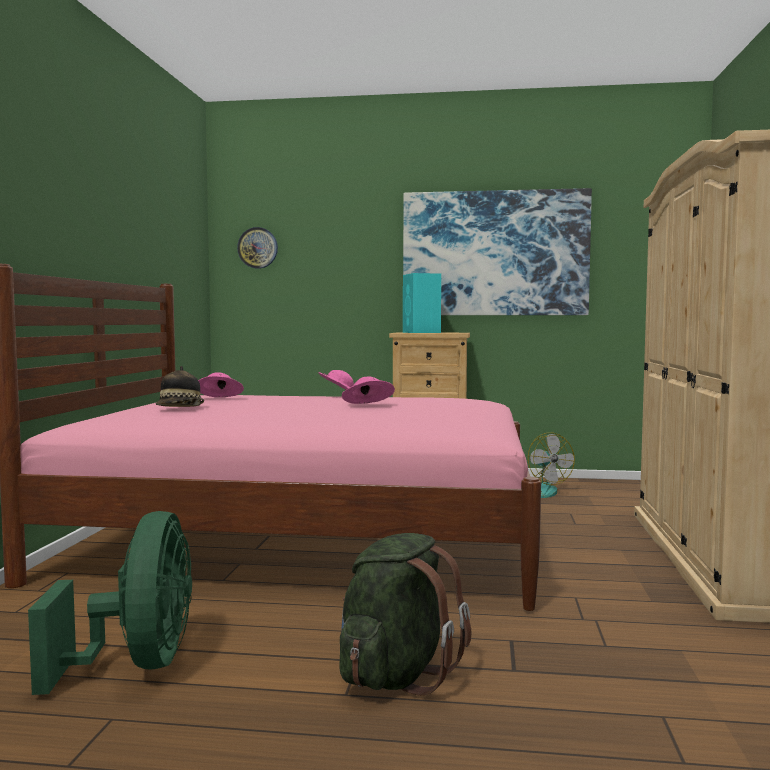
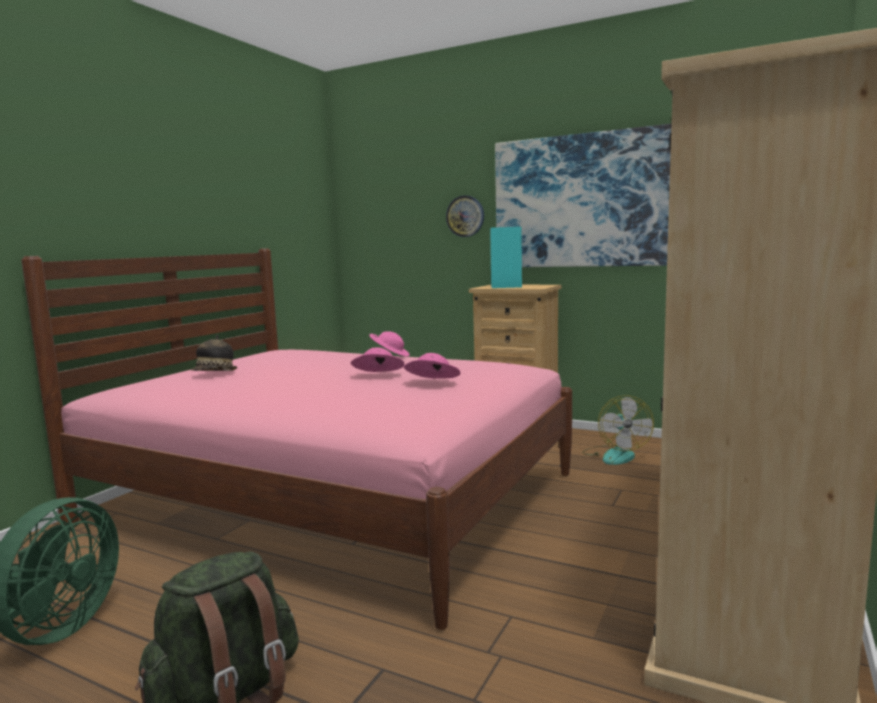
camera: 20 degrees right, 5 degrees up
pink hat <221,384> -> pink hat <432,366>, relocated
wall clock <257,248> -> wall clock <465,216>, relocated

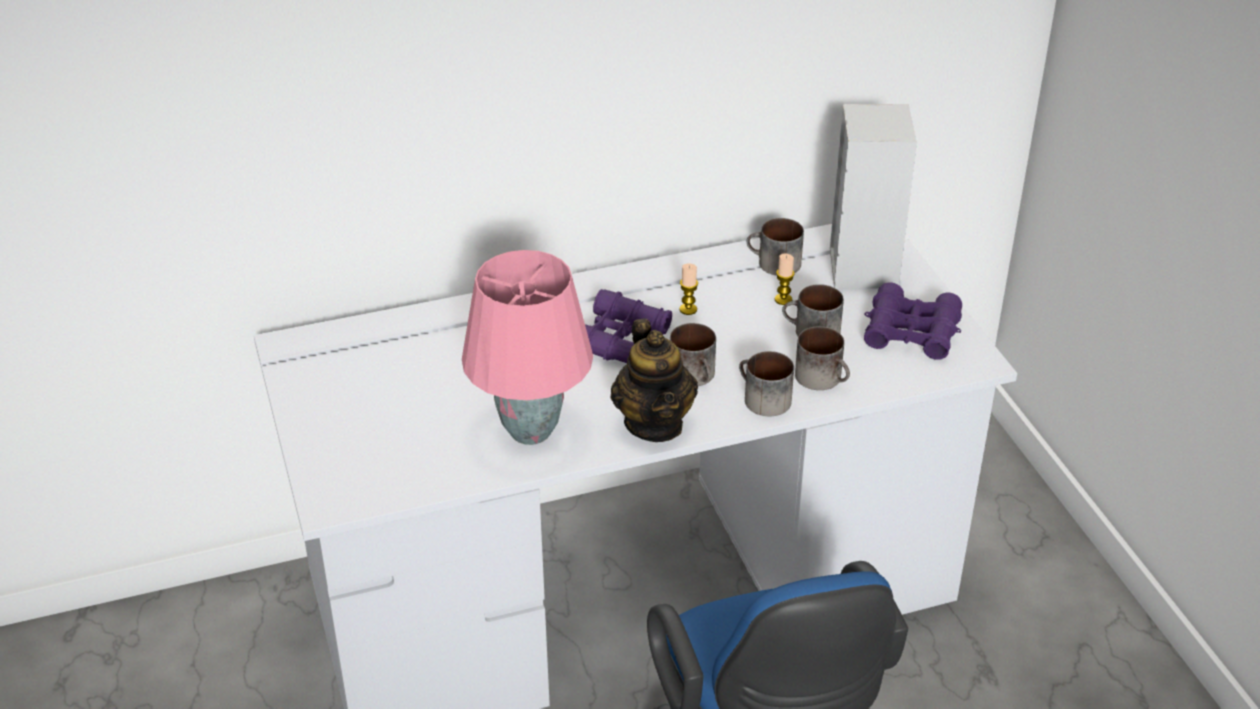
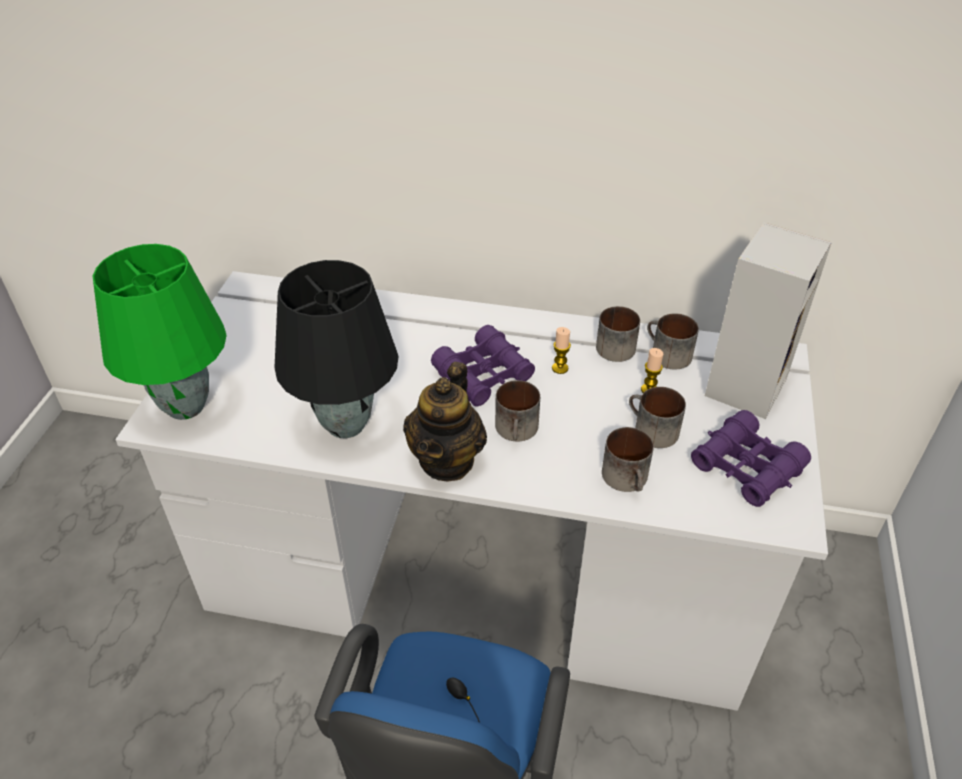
camera: 30 degrees right, 5 degrees up
none -> green table lamp <160,332>
pink table lamp <527,347> -> black table lamp <337,349>
mug <766,383> -> mug <618,334>, relocated

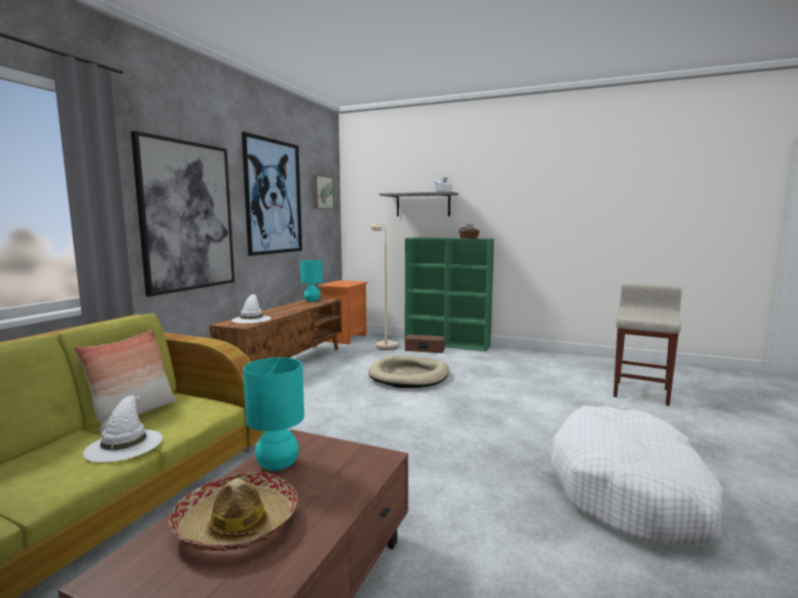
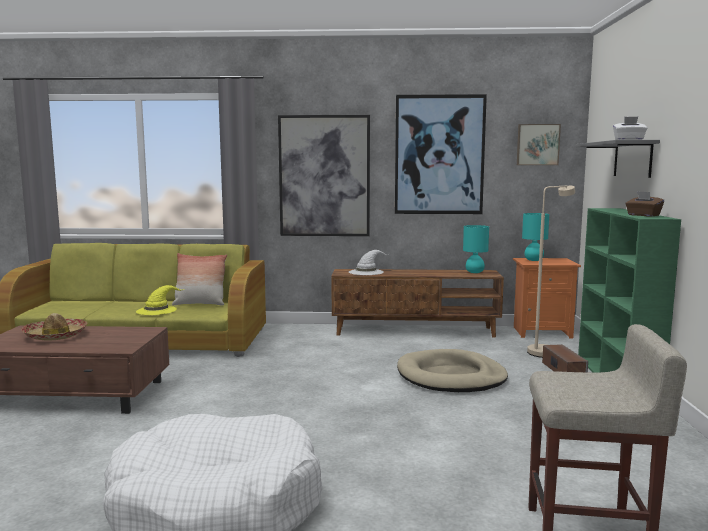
camera: 70 degrees right, 0 degrees up
white hat <123,429> -> yellow hat <160,300>
turquoise table lamp <273,414> -> turquoise table lamp <535,237>, relocated

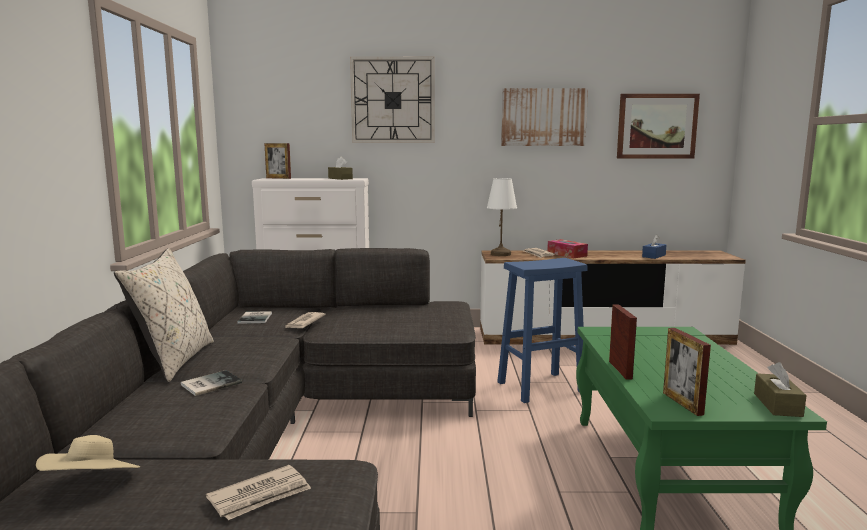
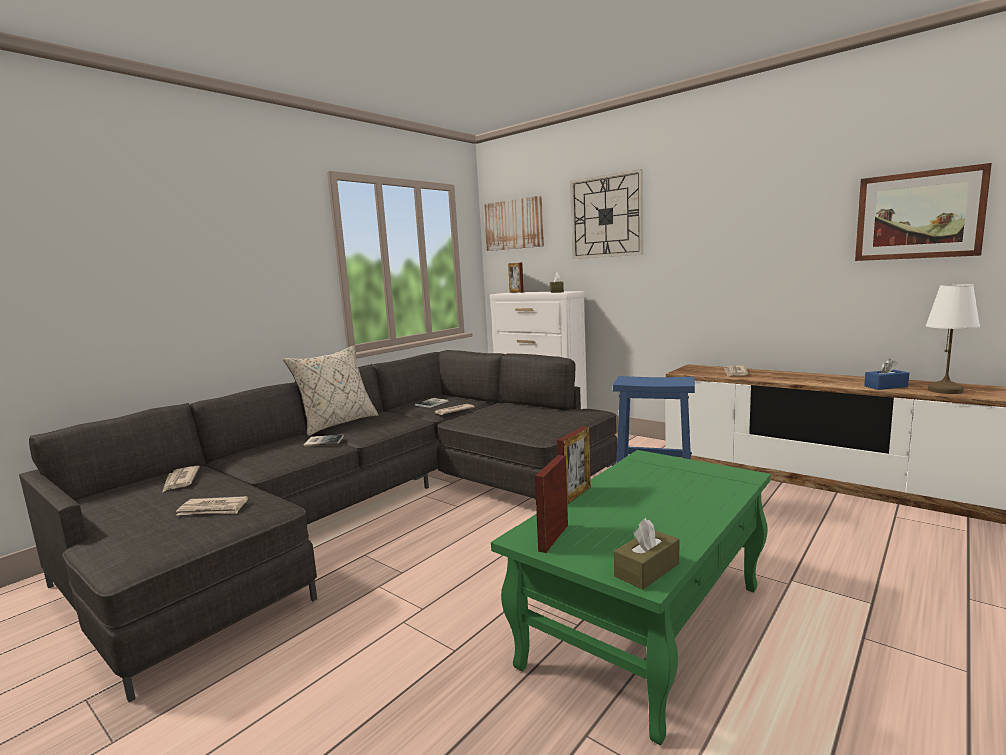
camera: 40 degrees right, 0 degrees up
beige hat <88,453> -> newspaper <181,479>
picture <544,117> -> picture <514,223>, relocated
white table lamp <502,217> -> white table lamp <953,339>, relocated
tissue box <567,248> -> none

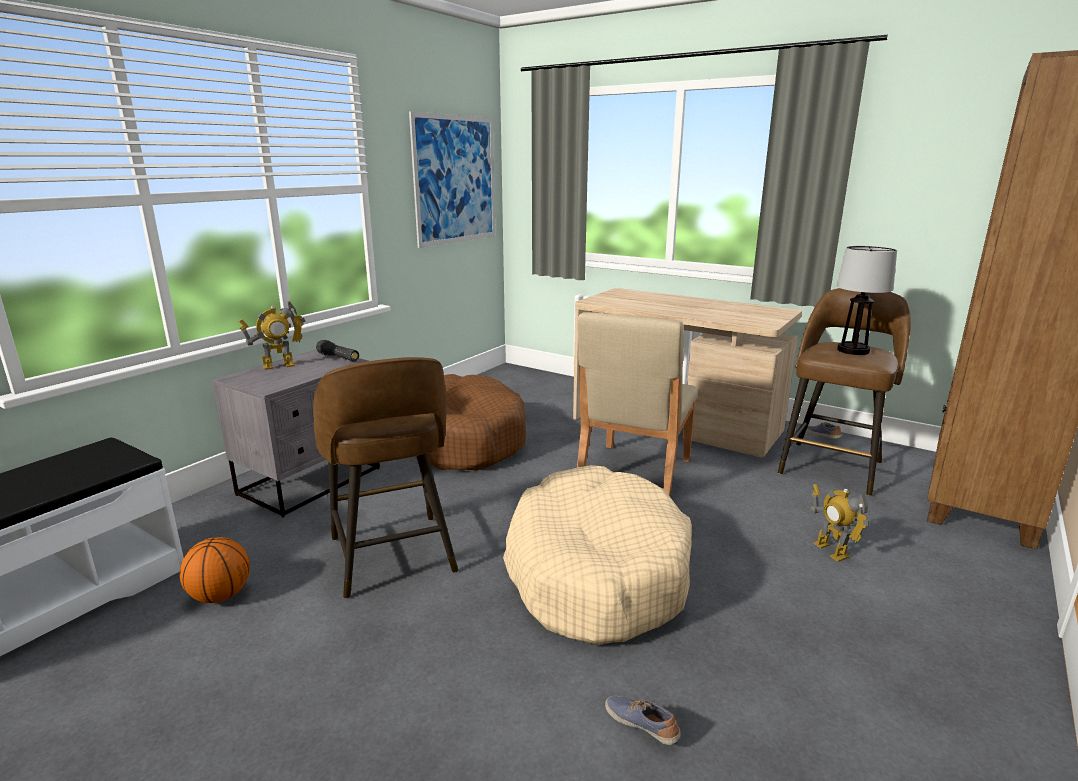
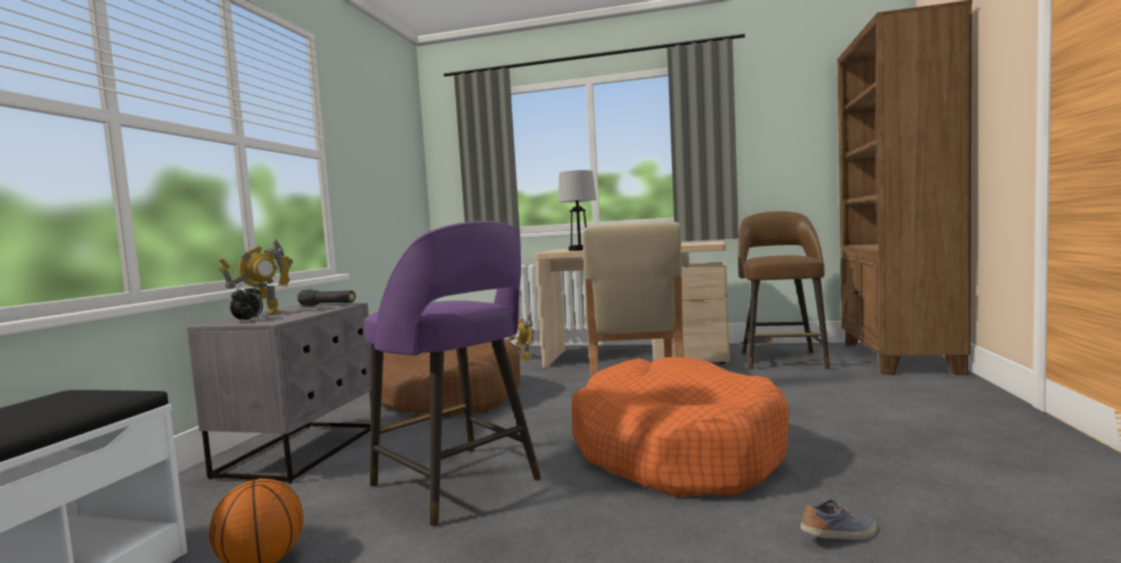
camera: 20 degrees left, 15 degrees down
none -> alarm clock <246,303>
brown stool <385,478> -> purple stool <452,374>
toy robot <839,523> -> toy robot <521,338>, relocated
table lamp <867,300> -> table lamp <577,210>, relocated
beige dog bed <597,555> -> orange dog bed <680,427>
shoe <643,720> -> shoe <838,520>, 135 degrees clockwise
picture <452,180> -> none

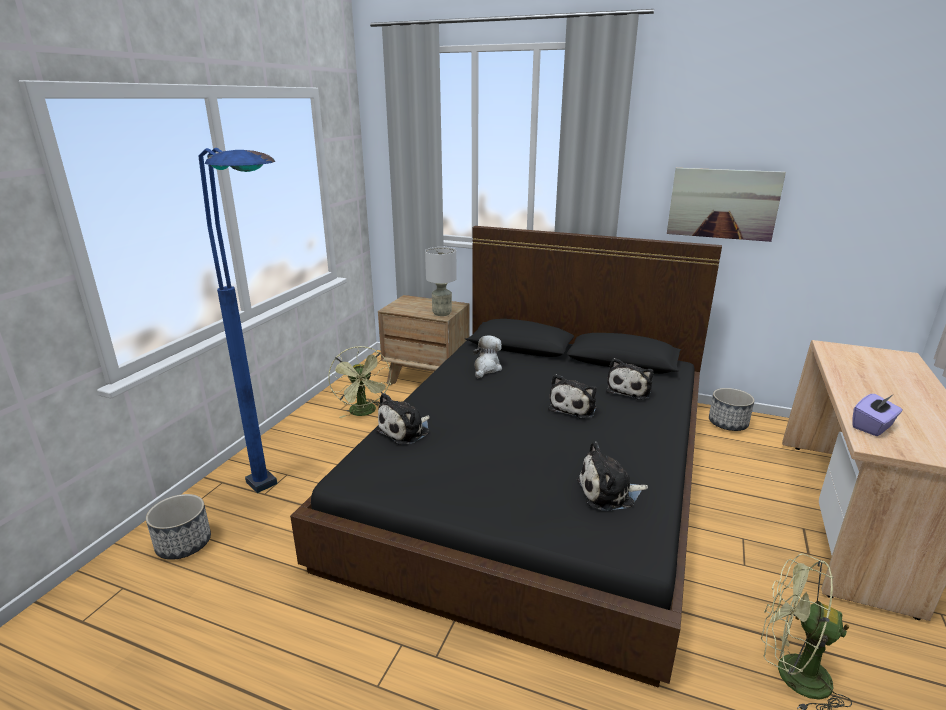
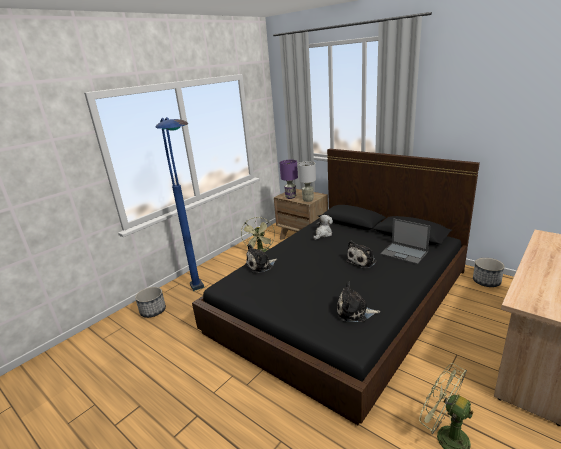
camera: 20 degrees right, 0 degrees up
none -> purple table lamp <288,179>
plush toy <630,379> -> laptop <405,241>
picture <726,205> -> none
purple tissue box <877,415> -> none

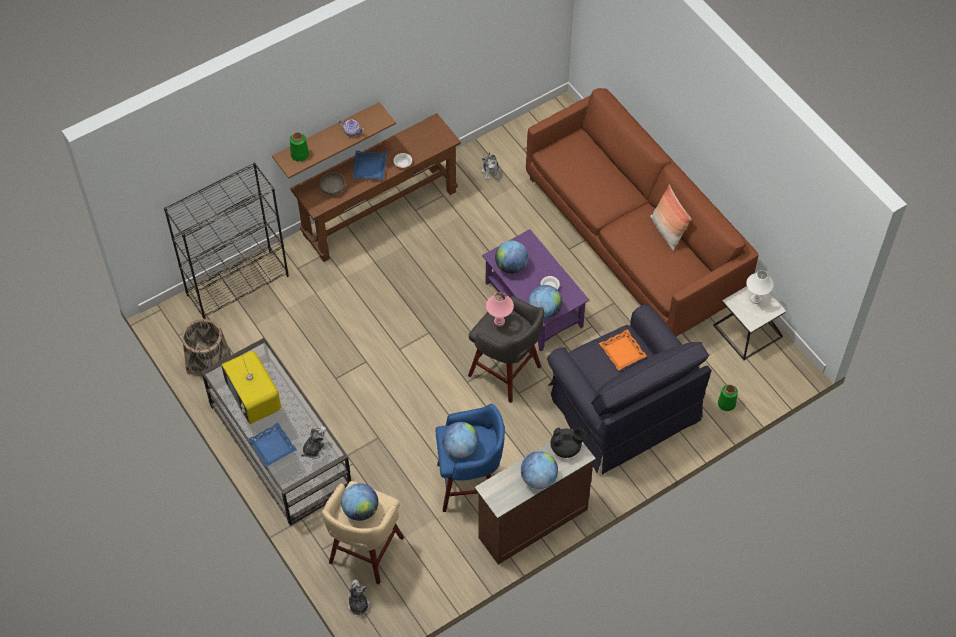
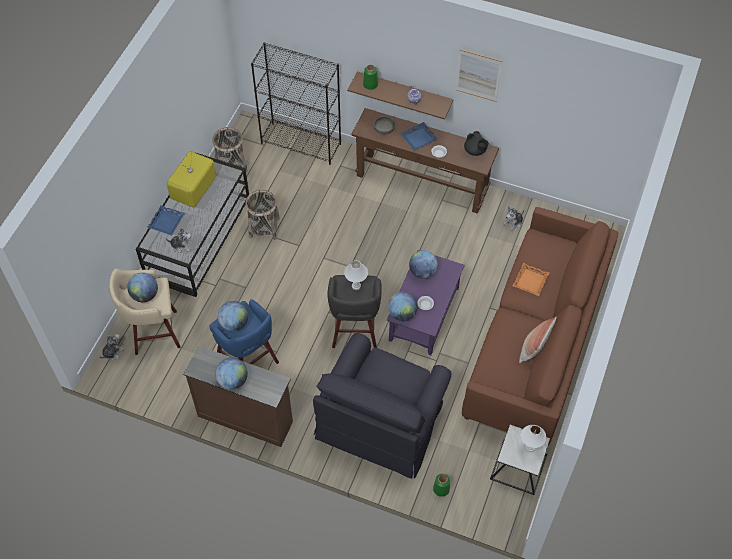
camera: 55 degrees right, 0 degrees up
none -> basket <262,215>
pink table lamp <500,309> -> white table lamp <356,275>
none -> picture <478,75>
black teapot <568,442> -> black teapot <476,143>, relocated
orange tray <623,350> -> orange tray <531,279>, relocated

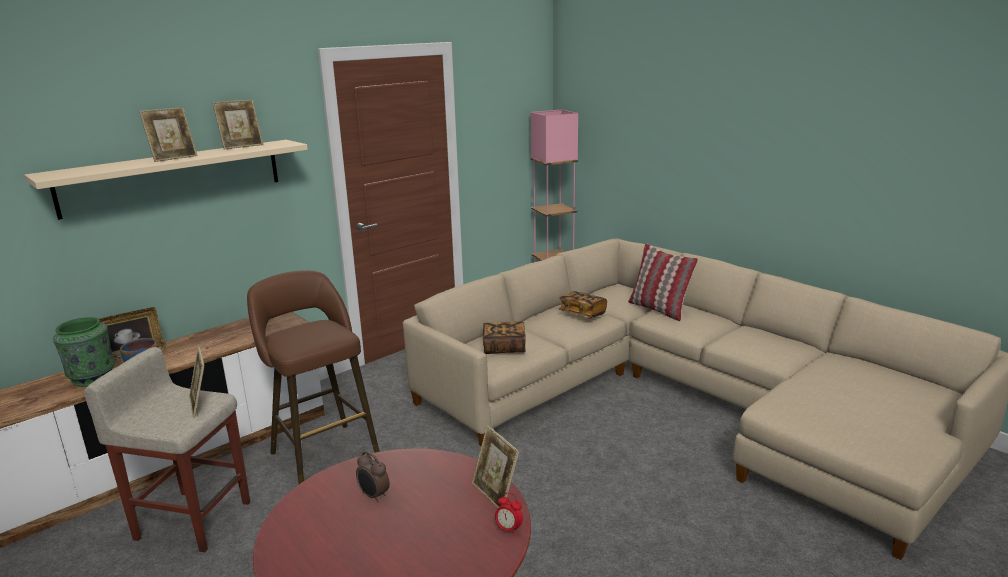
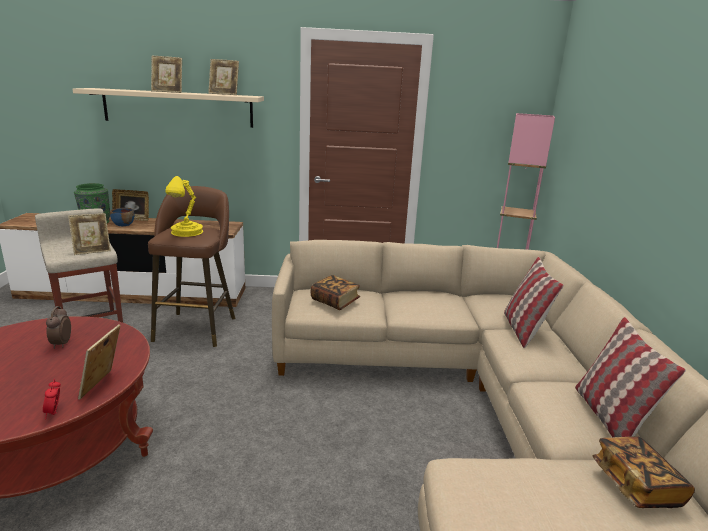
camera: 40 degrees right, 0 degrees up
picture frame <197,382> -> picture frame <89,234>, 135 degrees counterclockwise
none -> yellow table lamp <184,206>
none -> pillow <630,377>
book <583,305> -> book <644,472>, relocated

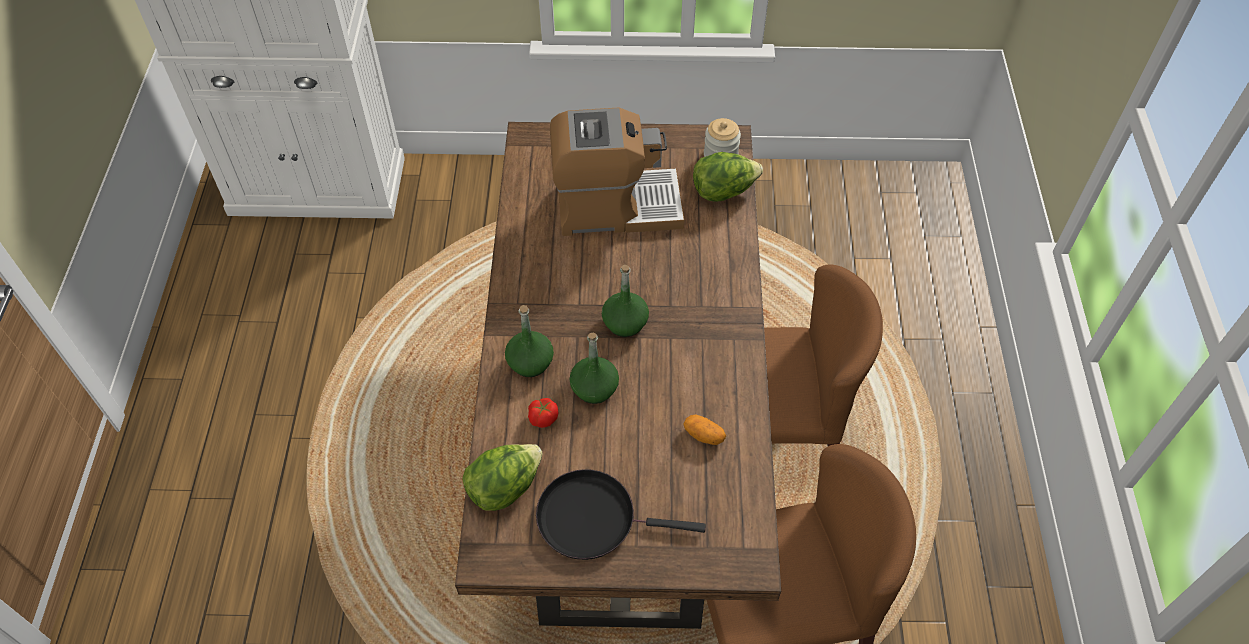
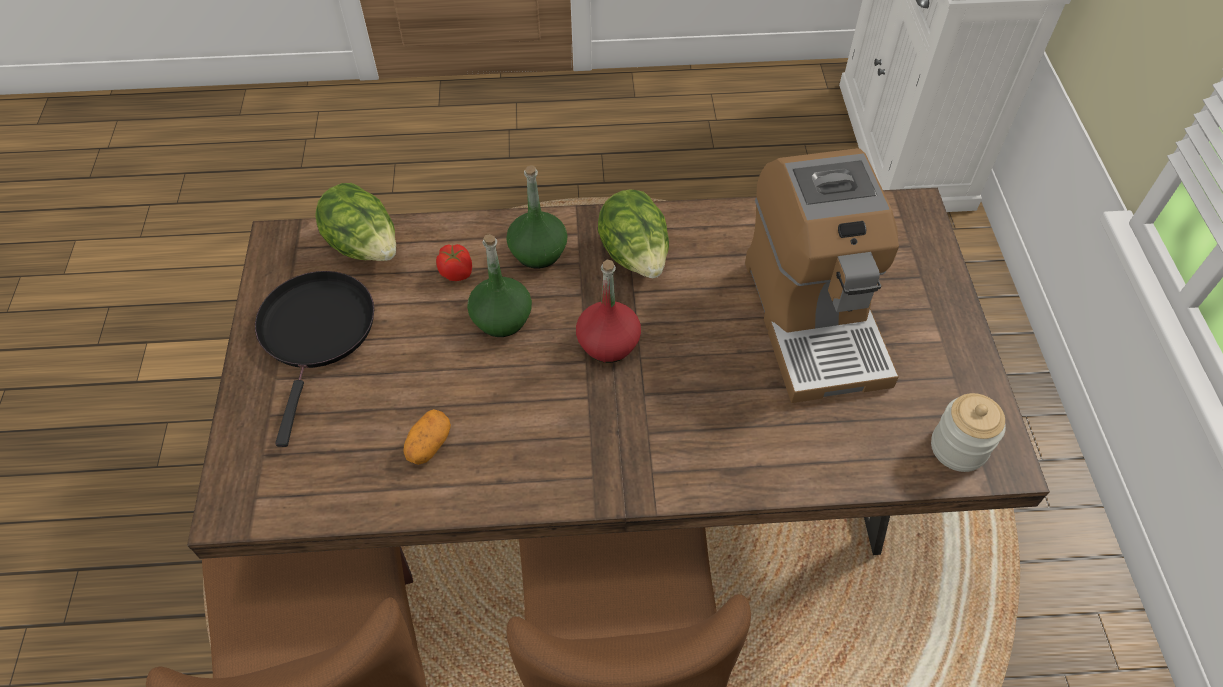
camera: 85 degrees right, 0 degrees up
green bottle <625,301> -> red bottle <608,311>
lettuce <728,177> -> lettuce <633,234>, relocated

